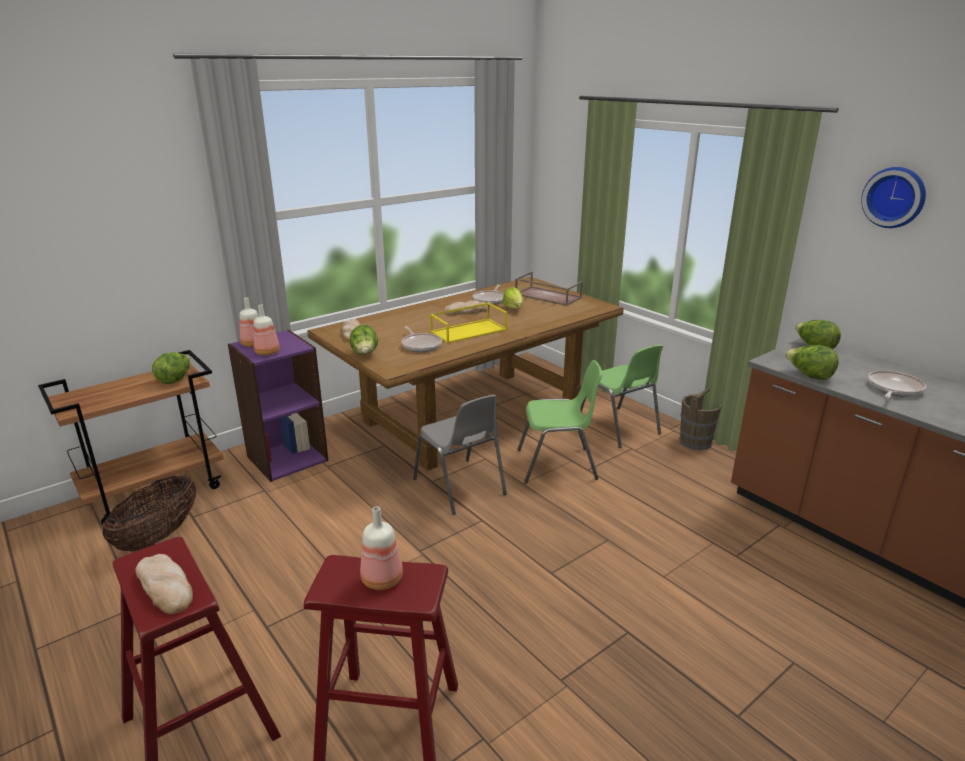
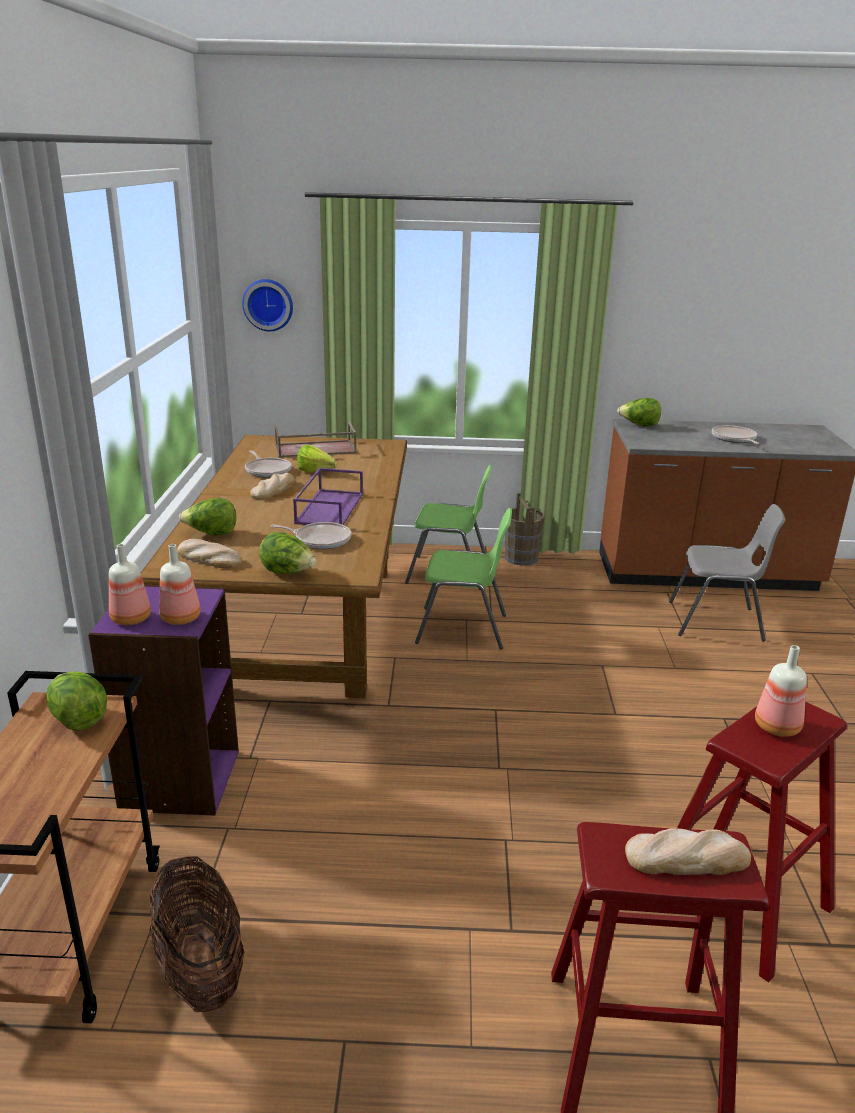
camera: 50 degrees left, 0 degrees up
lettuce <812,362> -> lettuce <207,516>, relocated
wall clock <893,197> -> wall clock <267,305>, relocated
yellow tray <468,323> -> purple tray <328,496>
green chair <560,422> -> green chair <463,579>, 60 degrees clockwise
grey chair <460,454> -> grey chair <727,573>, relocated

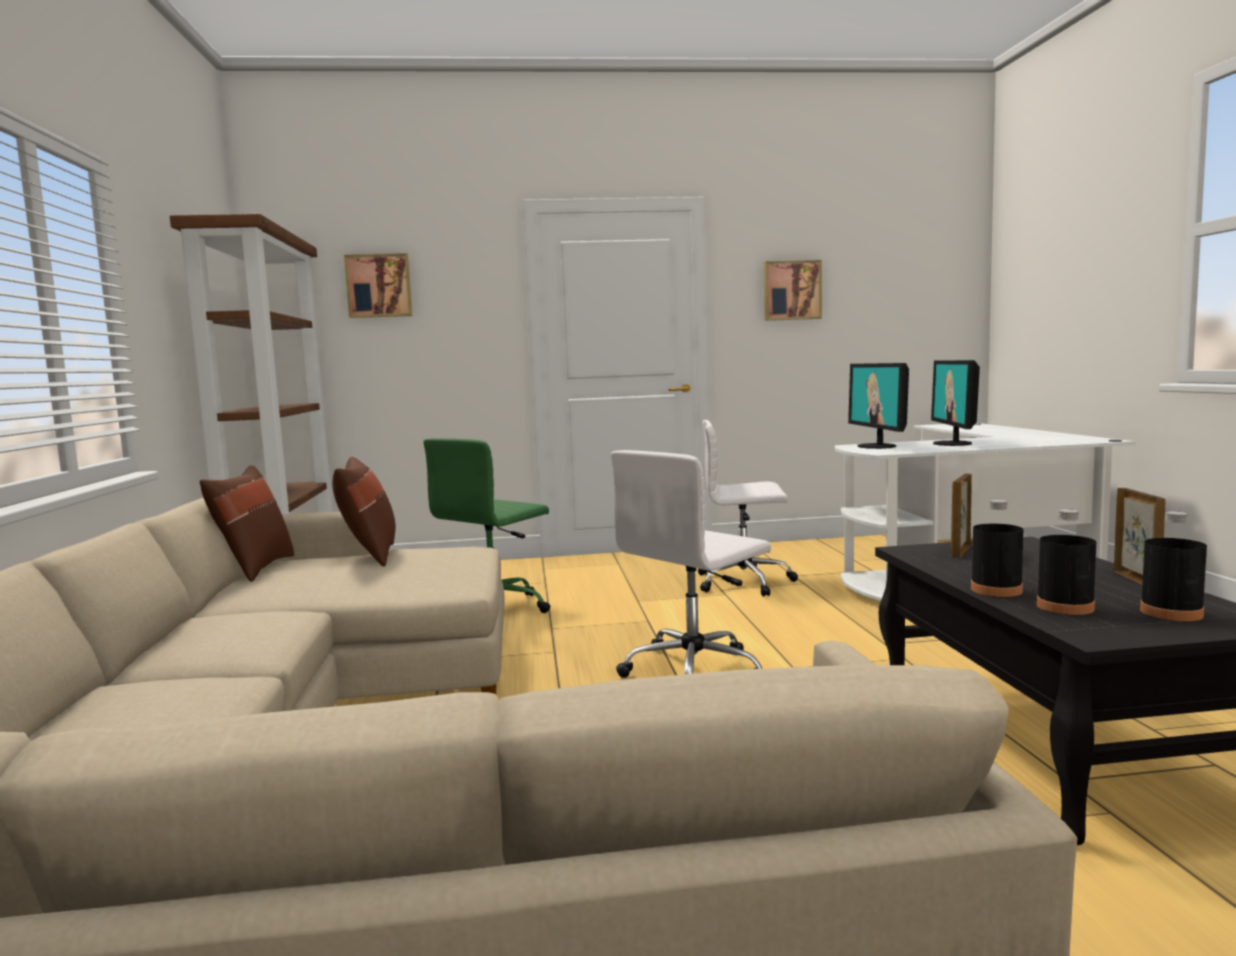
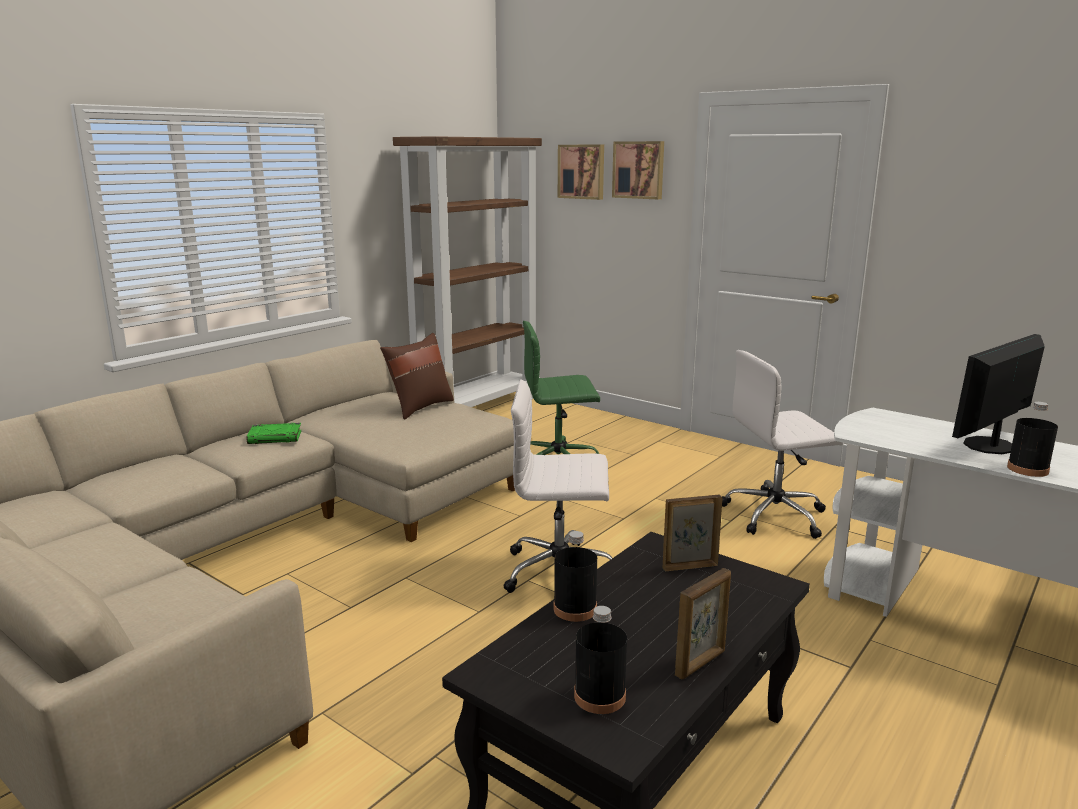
camera: 45 degrees right, 10 degrees up
none -> green book <274,433>
picture <793,290> -> picture <638,170>, relocated
white office chair <748,508> -> white office chair <782,444>, 60 degrees counterclockwise
black bottle <1066,562> -> black bottle <1032,439>, relocated
brown pillow <247,523> -> none
monitor <878,406> -> none

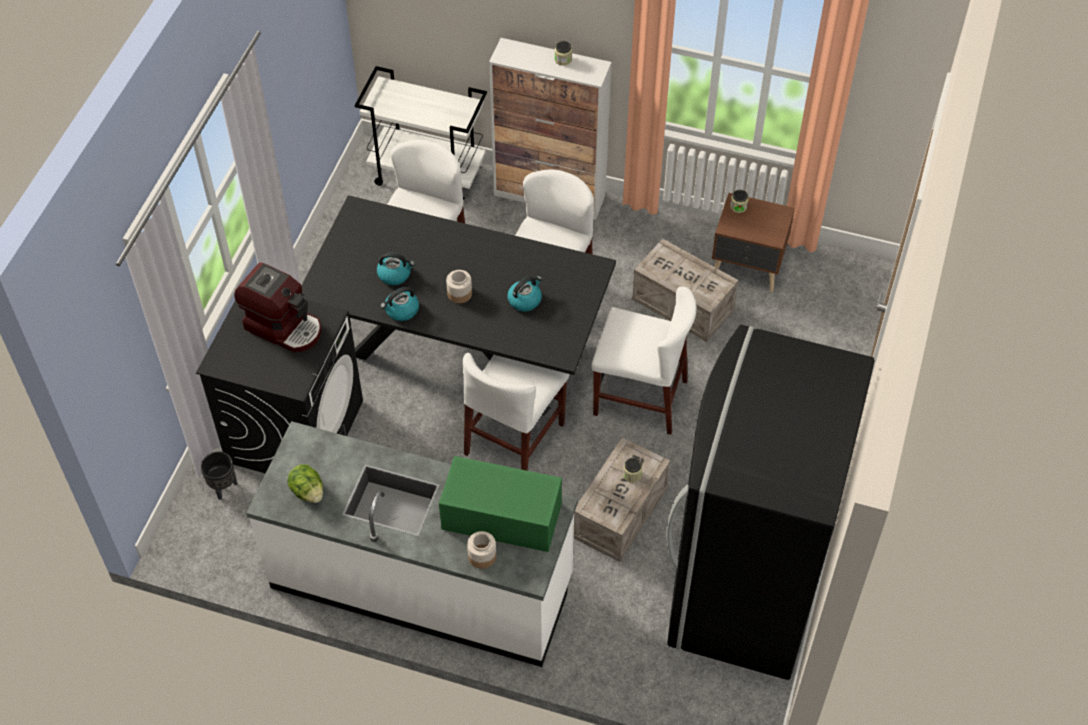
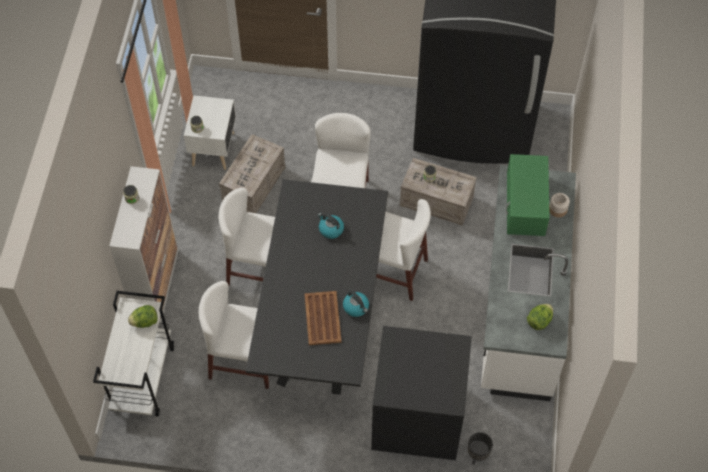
camera: 100 degrees left, 5 degrees up
none -> lettuce <143,316>
brown nightstand <753,242> -> white nightstand <210,132>
kettle <396,269> -> brown tray <323,318>
coffee machine <278,308> -> none
jar <459,286> -> none

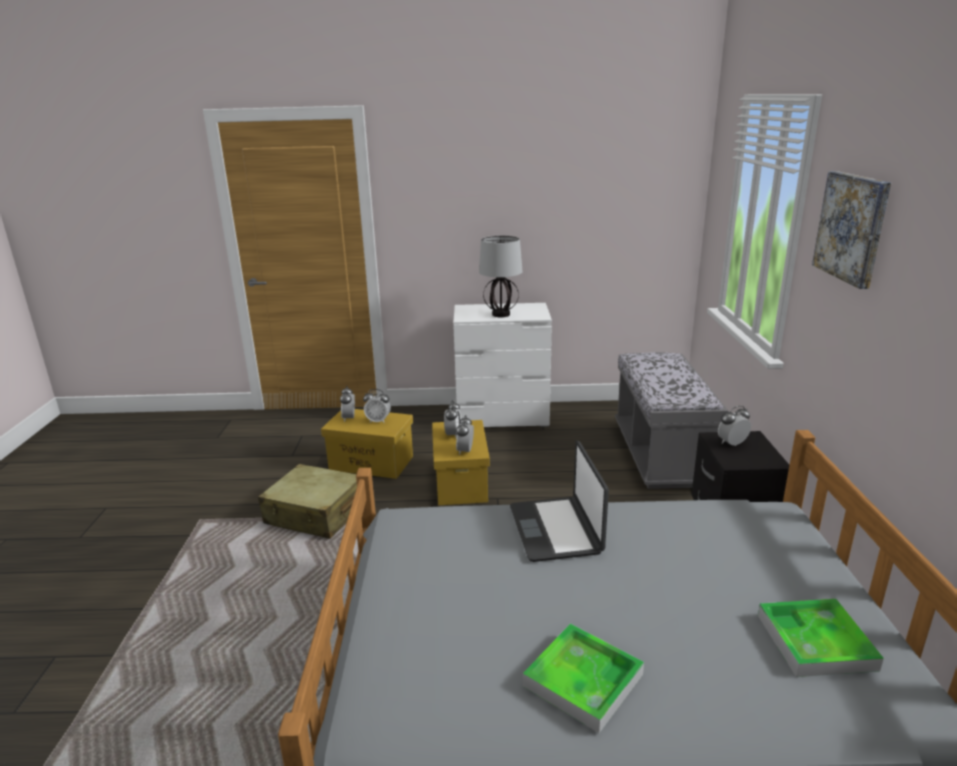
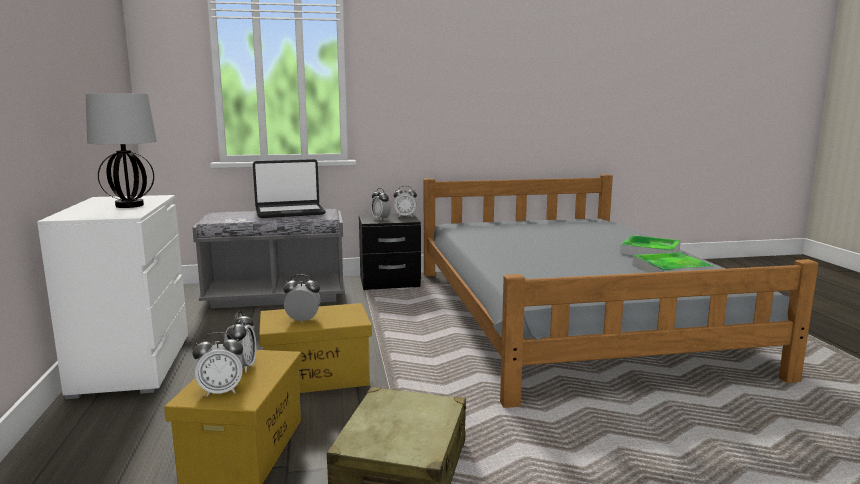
camera: 100 degrees left, 10 degrees down
laptop <559,501> -> laptop <289,188>, relocated
alarm clock <465,435> -> alarm clock <405,201>, relocated
tray <821,638> -> tray <673,262>, relocated
picture <851,230> -> none

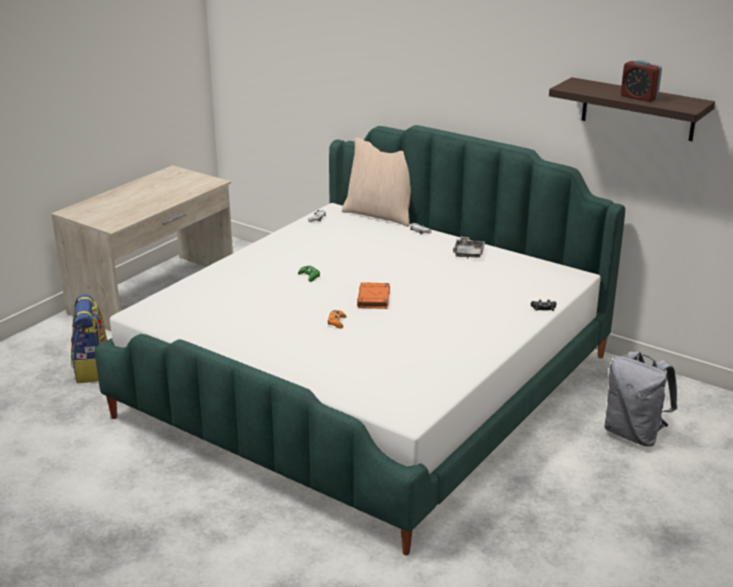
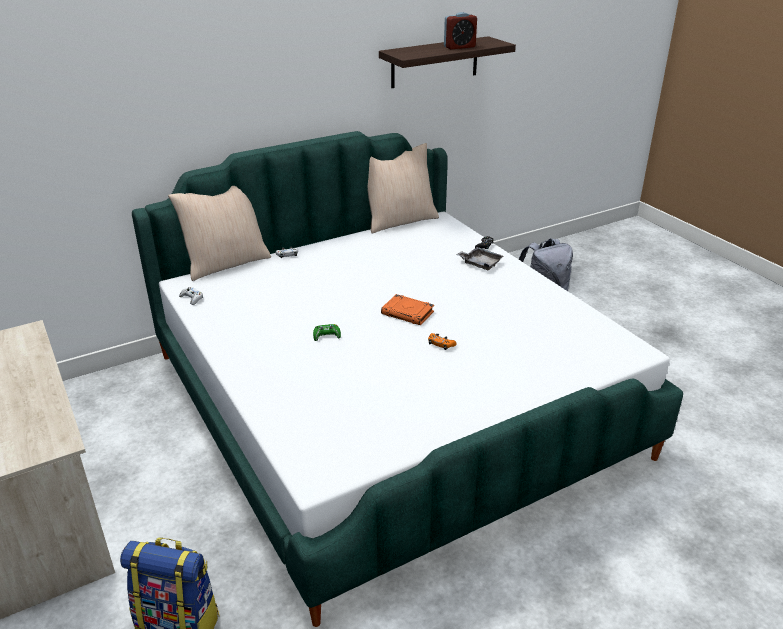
camera: 65 degrees left, 5 degrees up
none -> beige pillow <403,188>
grey tray <469,247> -> grey tray <480,258>, relocated

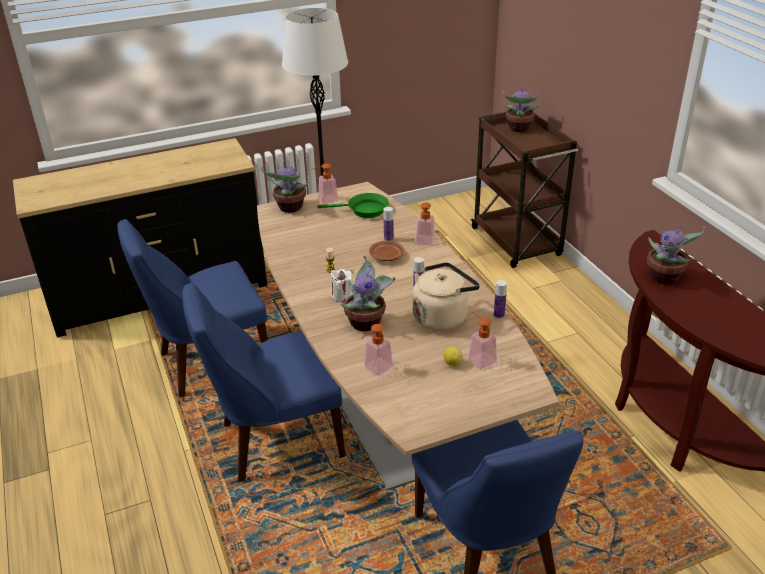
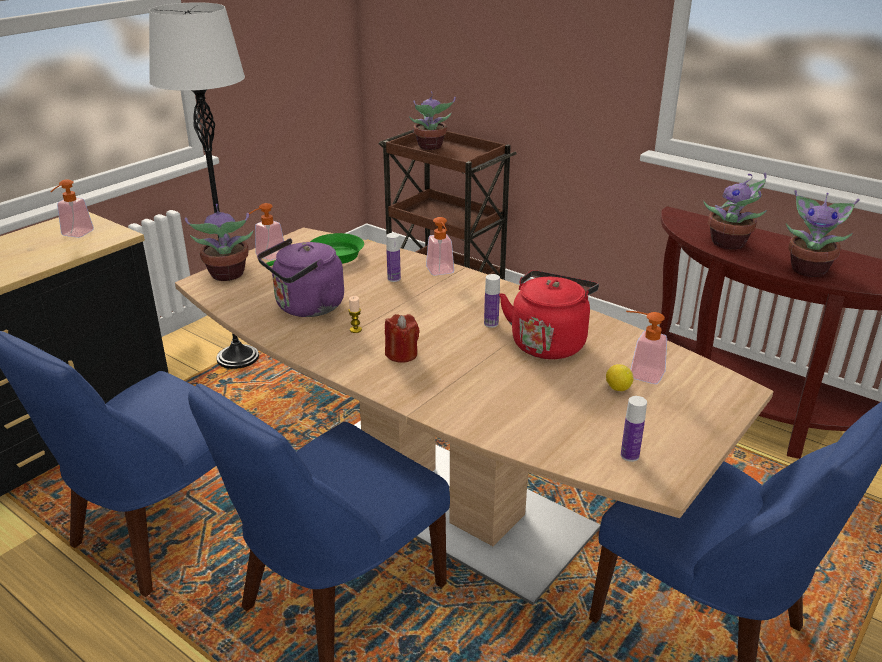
camera: 30 degrees left, 5 degrees down
soap dispenser <377,349> -> soap dispenser <72,208>, relocated
none -> purple kettle <300,277>
white candle <342,286> -> red candle <402,338>
beige kettle <446,296> -> red kettle <549,314>
bottle <500,299> -> bottle <634,429>, relocated
potted plant <368,293> -> potted plant <823,233>, relocated
brown plate <386,251> -> none

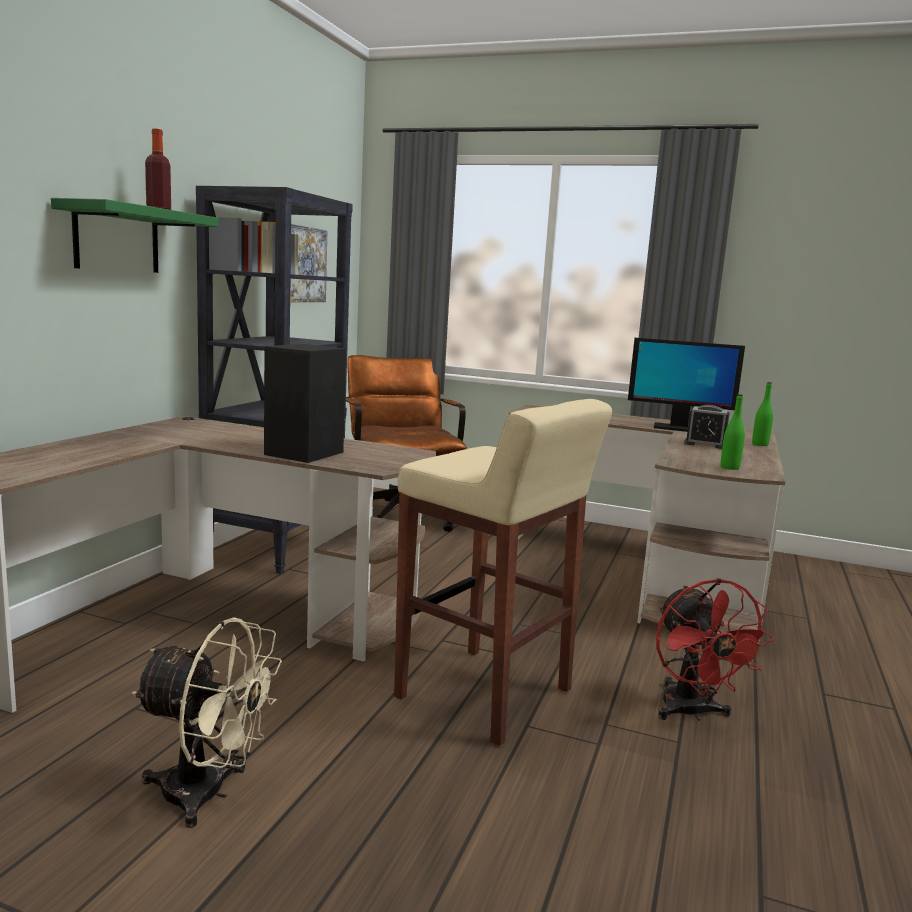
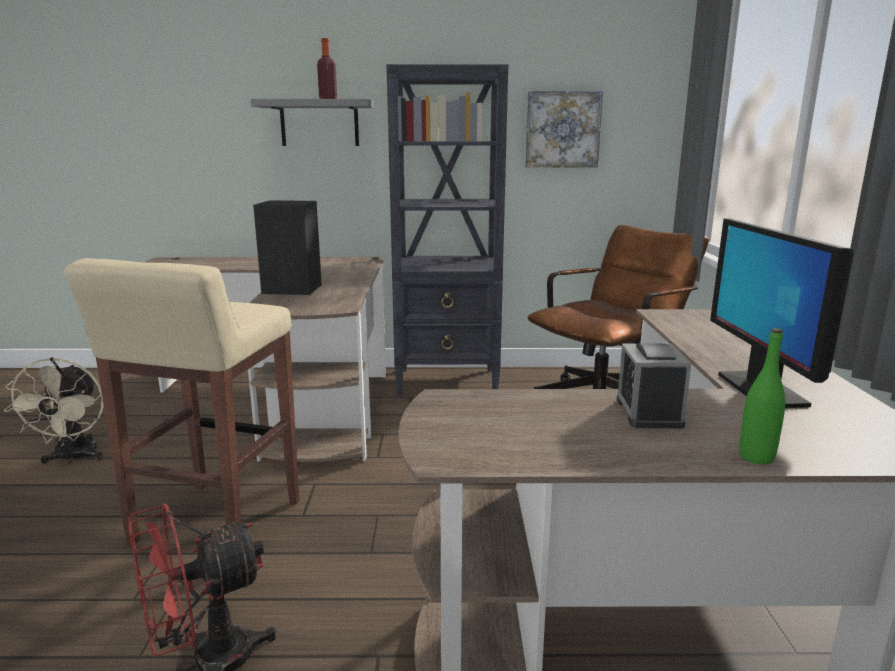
camera: 70 degrees right, 5 degrees up
green shelf <135,235> -> grey shelf <312,122>
green bottle <733,432> -> none

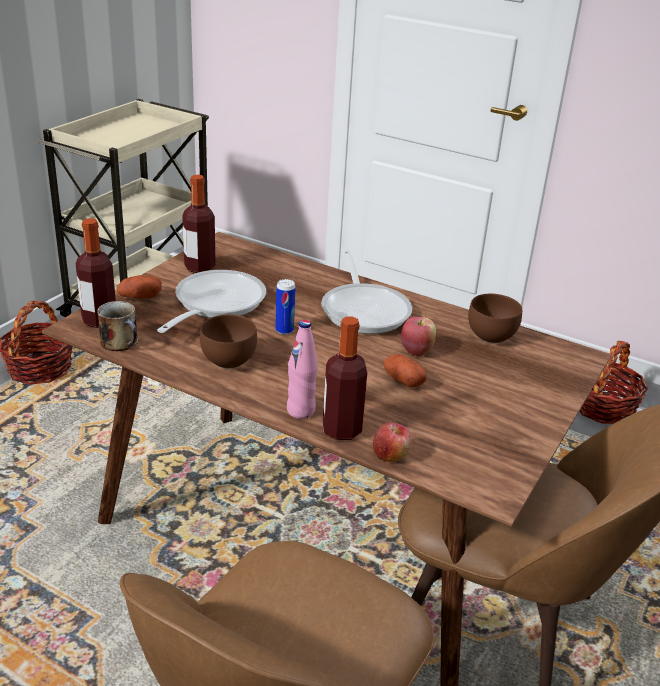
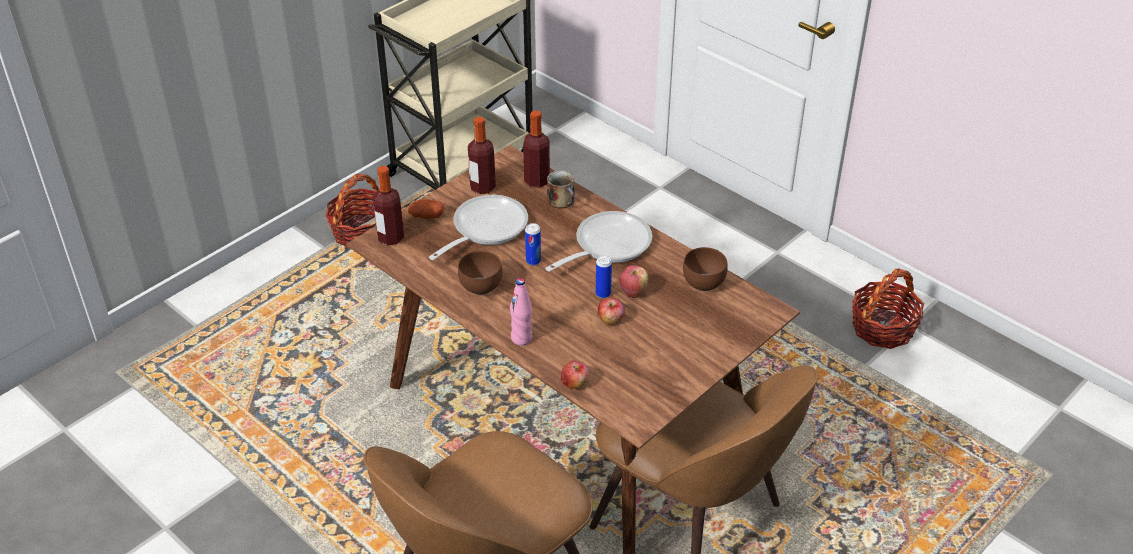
camera: 15 degrees right, 10 degrees up
bottle <345,378> -> bottle <536,149>, relocated
frying pan <366,291> -> frying pan <598,241>, 135 degrees counterclockwise
mug <117,326> -> mug <561,189>, relocated
none -> can <604,276>
potato <405,370> -> apple <611,311>

